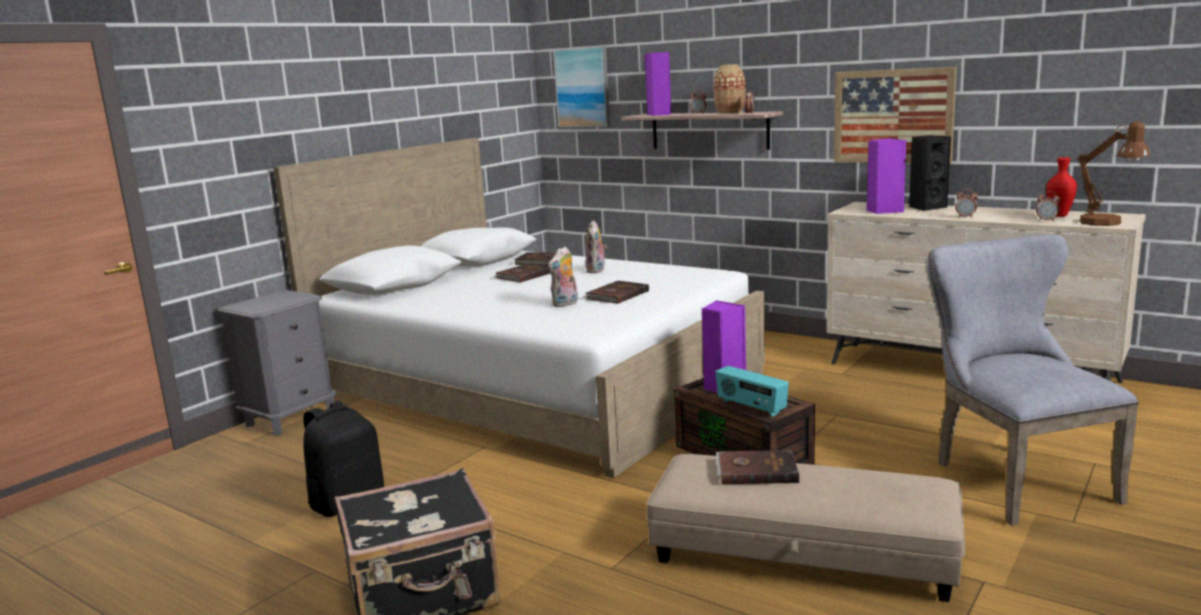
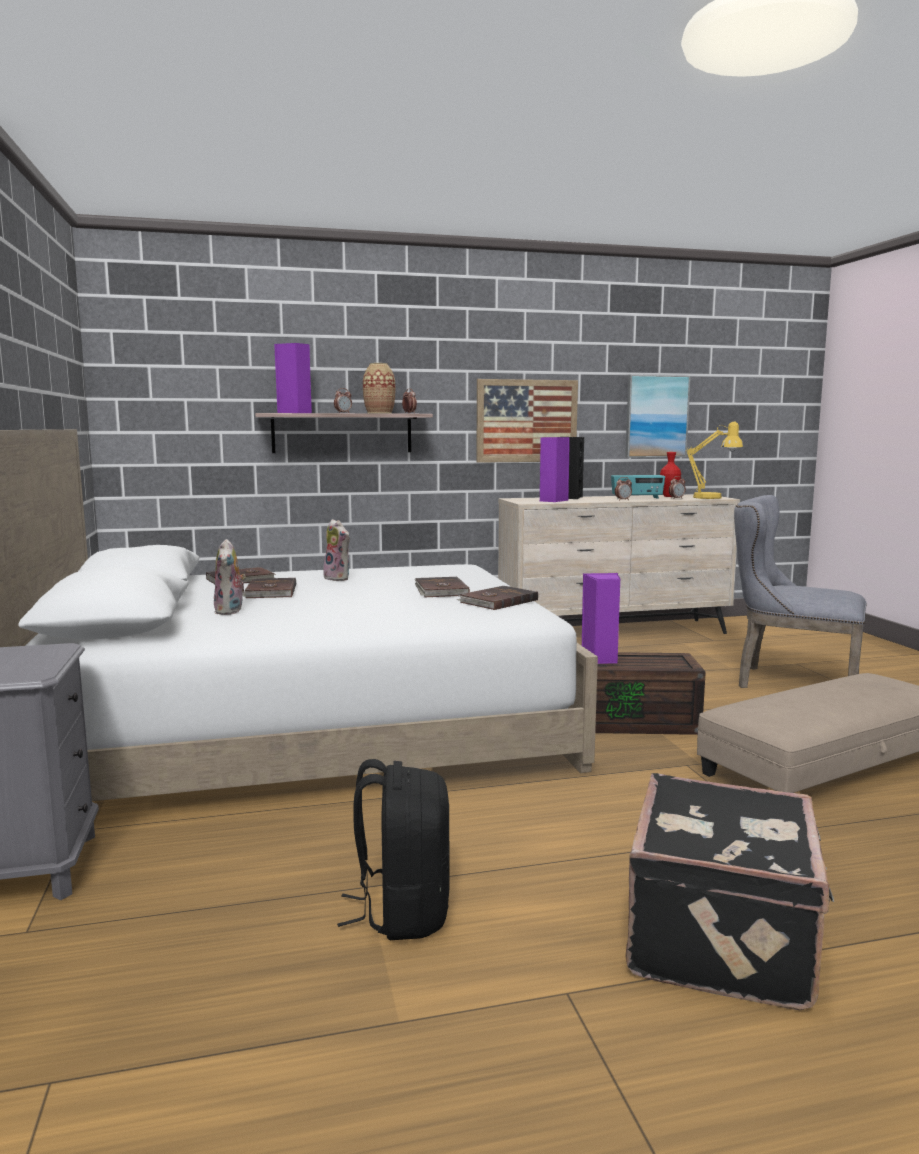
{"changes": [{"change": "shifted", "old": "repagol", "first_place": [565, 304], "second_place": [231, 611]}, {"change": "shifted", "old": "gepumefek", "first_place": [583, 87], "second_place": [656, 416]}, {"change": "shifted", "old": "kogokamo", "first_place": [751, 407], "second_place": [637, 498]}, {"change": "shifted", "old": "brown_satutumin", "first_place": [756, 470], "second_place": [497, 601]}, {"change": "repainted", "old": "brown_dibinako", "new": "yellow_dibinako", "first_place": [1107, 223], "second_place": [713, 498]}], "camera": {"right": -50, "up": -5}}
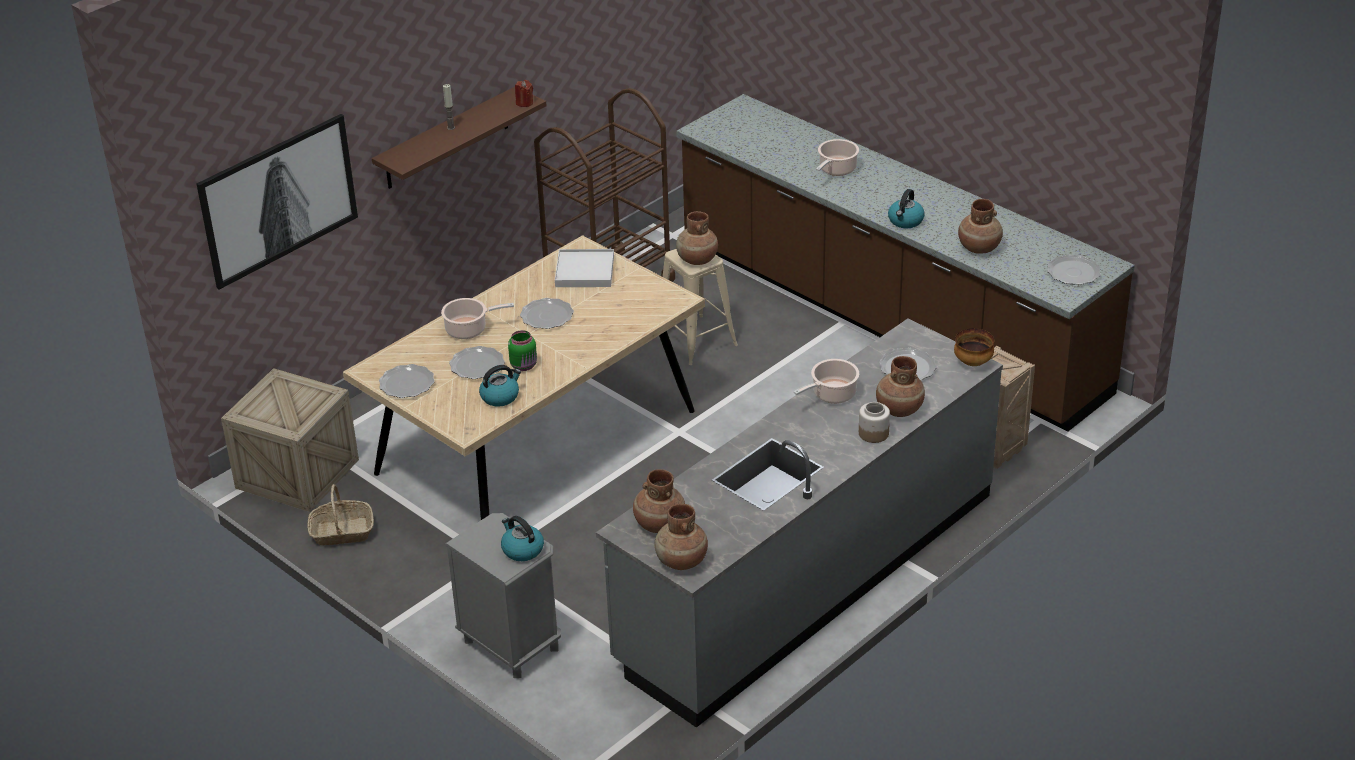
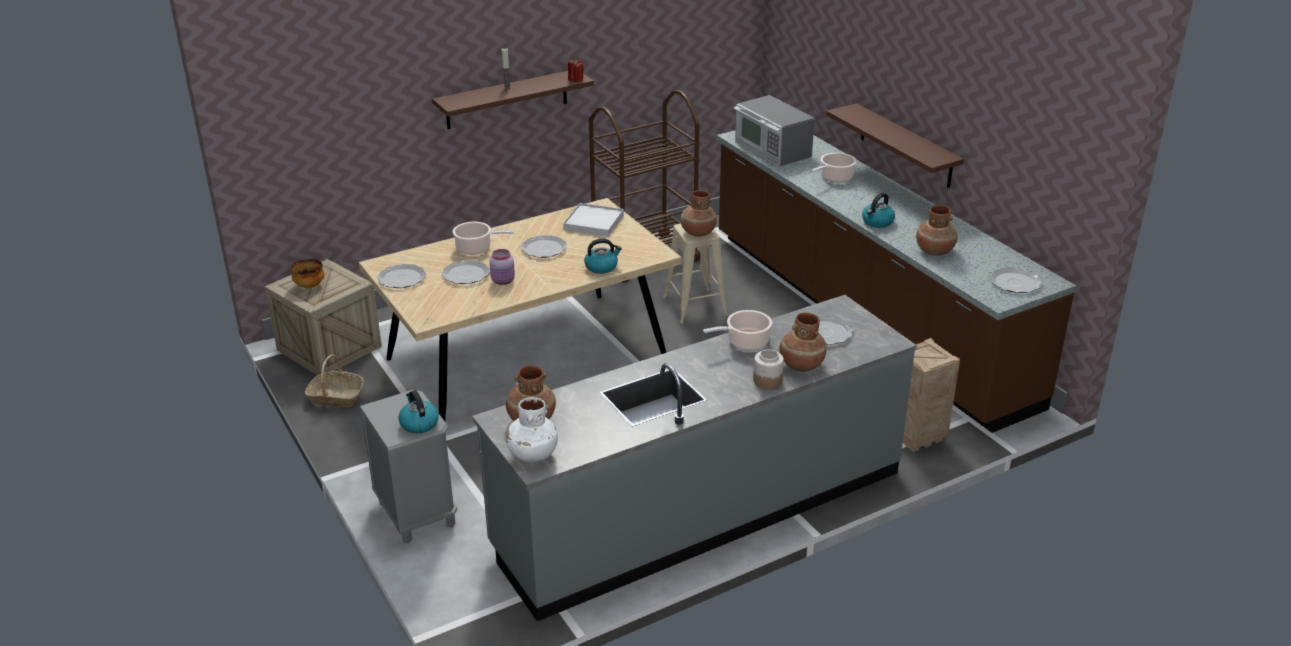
{"changes": [{"change": "gone", "old": "gepumefek", "first_place": [279, 200]}, {"change": "shifted", "old": "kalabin", "first_place": [500, 396], "second_place": [601, 267]}, {"change": "repainted", "old": "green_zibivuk", "new": "pink_zibivuk", "first_place": [524, 366], "second_place": [503, 281]}, {"change": "repainted", "old": "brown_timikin", "new": "white_timikin", "first_place": [681, 561], "second_place": [532, 455]}, {"change": "shifted", "old": "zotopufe", "first_place": [973, 362], "second_place": [310, 286]}, {"change": "new", "new": "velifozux", "second_place": [771, 150]}, {"change": "new", "new": "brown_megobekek", "second_place": [906, 146]}], "camera": {"right": 15, "up": -5}}
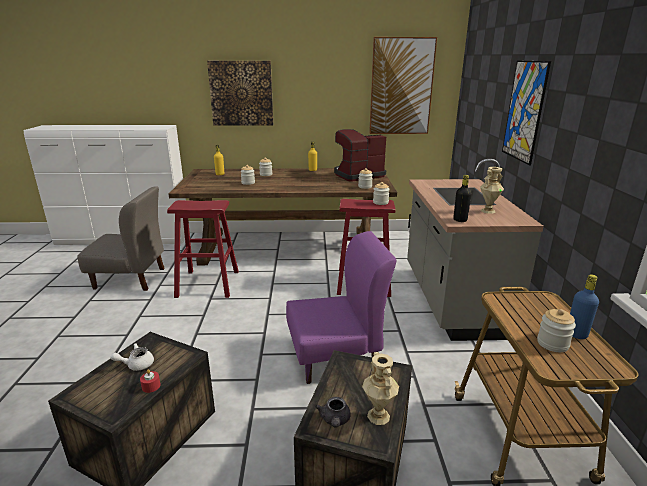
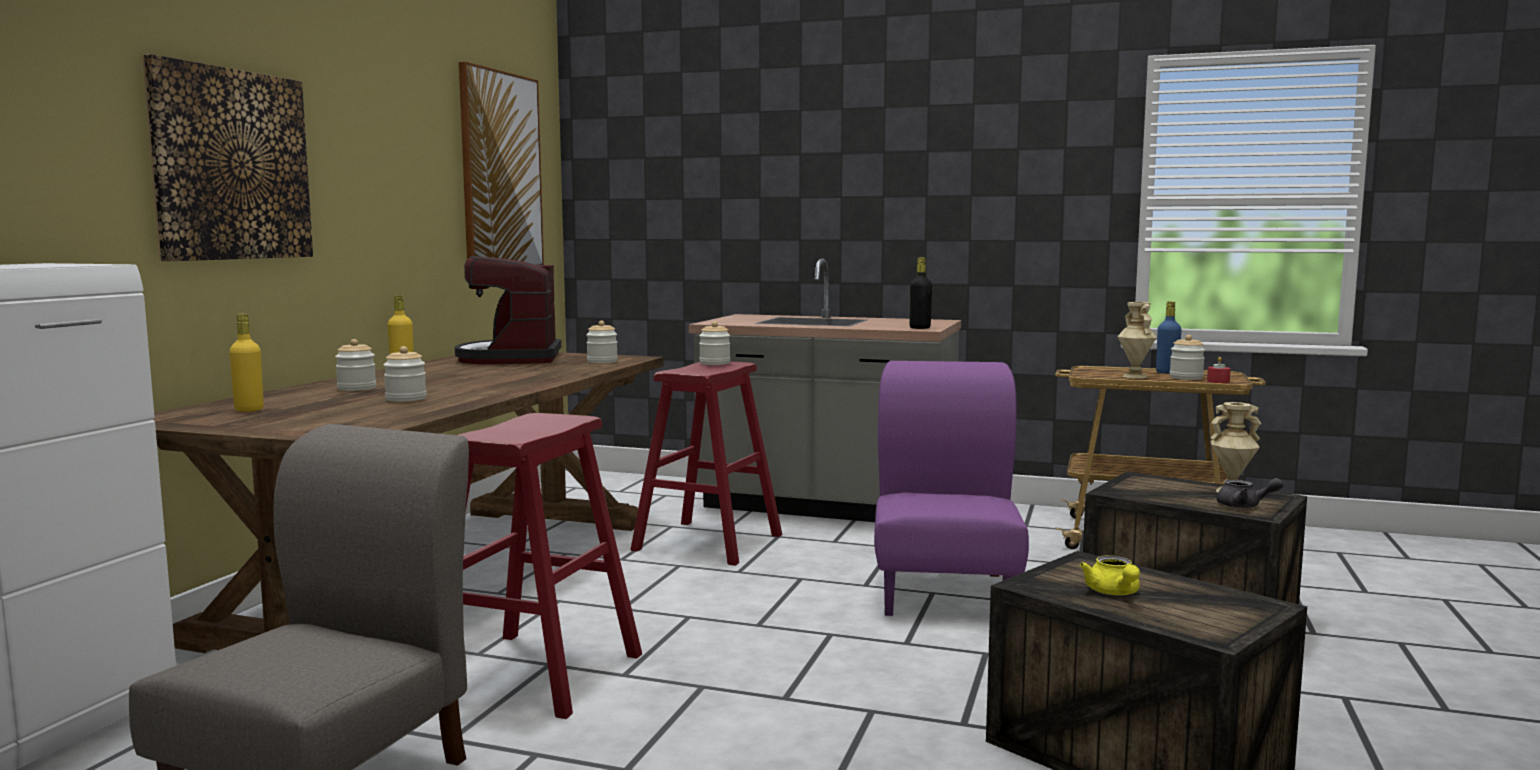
{"changes": [{"change": "repainted", "old": "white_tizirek", "new": "yellow_tizirek", "first_place": [136, 364], "second_place": [1114, 593]}, {"change": "shifted", "old": "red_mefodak", "first_place": [151, 386], "second_place": [1218, 381]}, {"change": "shifted", "old": "beige_timikin", "first_place": [487, 211], "second_place": [1134, 376]}, {"change": "gone", "old": "gepumefek", "first_place": [524, 111]}], "camera": {"right": -70, "up": -15}}
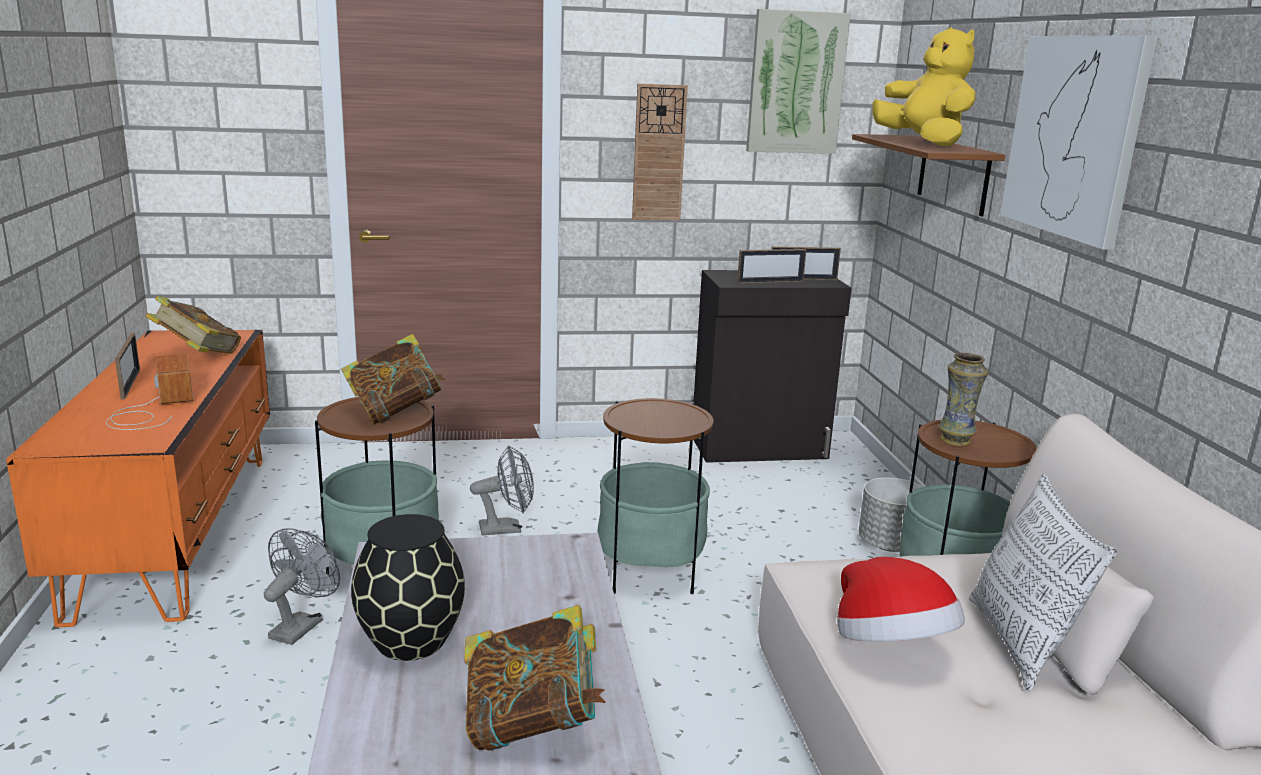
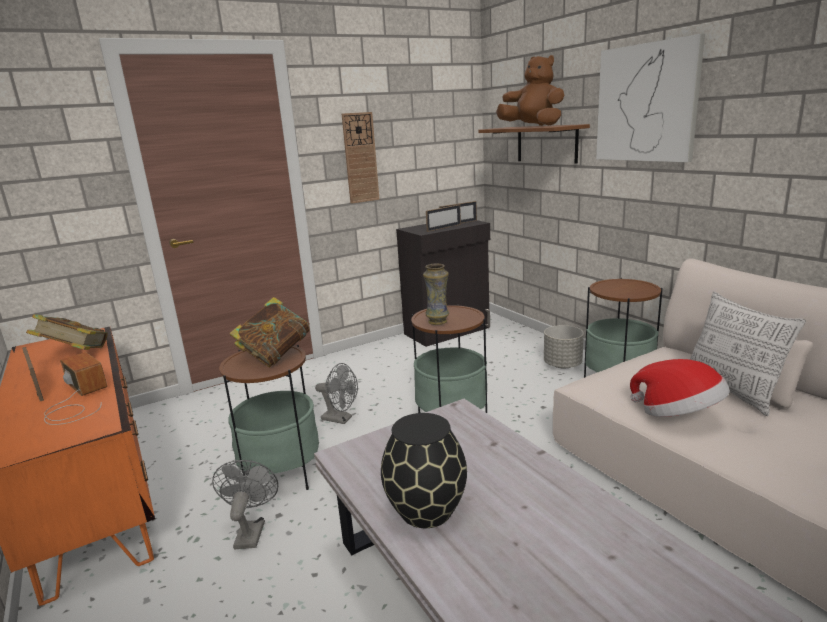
{"changes": [{"change": "gone", "old": "satutumin", "first_place": [532, 724]}, {"change": "rotated", "old": "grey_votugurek", "first_place": [507, 528], "second_place": [341, 419], "degrees": 60}, {"change": "gone", "old": "gepumefek", "first_place": [796, 83]}, {"change": "repainted", "old": "yellow_repagol", "new": "brown_repagol", "first_place": [924, 143], "second_place": [532, 126]}, {"change": "shifted", "old": "timikin", "first_place": [956, 440], "second_place": [438, 321]}], "camera": {"right": -20, "up": 0}}
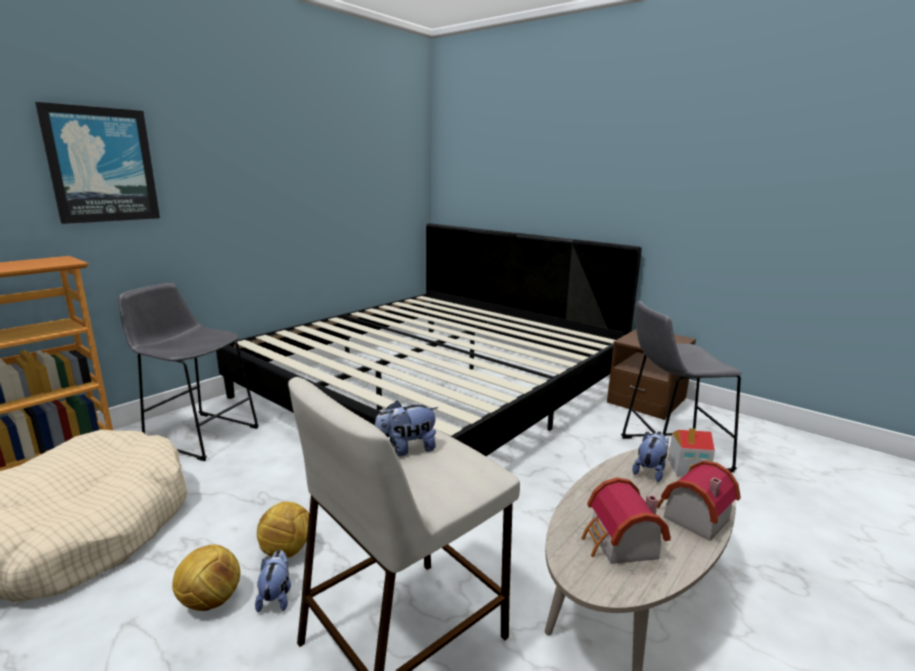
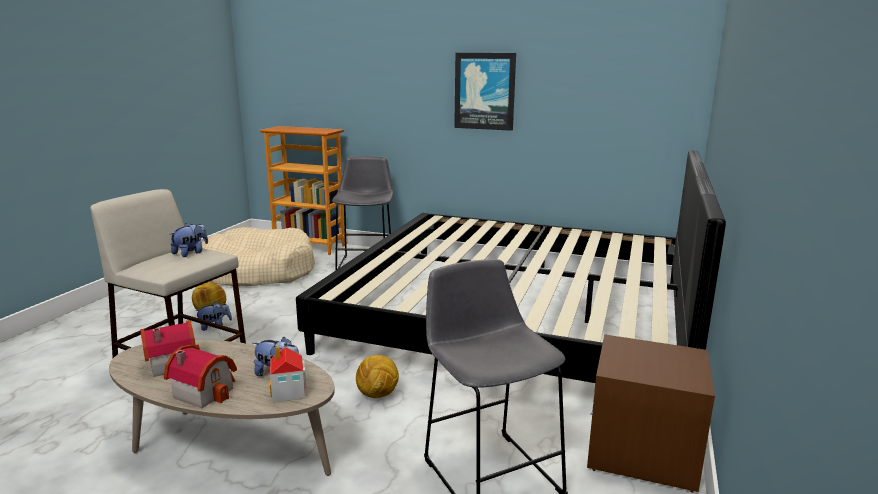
{"changes": [{"change": "shifted", "old": "gepumefek", "first_place": [102, 165], "second_place": [484, 91]}, {"change": "shifted", "old": "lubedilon", "first_place": [287, 550], "second_place": [378, 395]}, {"change": "rotated", "old": "repagol", "first_place": [406, 449], "second_place": [191, 253], "degrees": 75}], "camera": {"right": 70, "up": 0}}
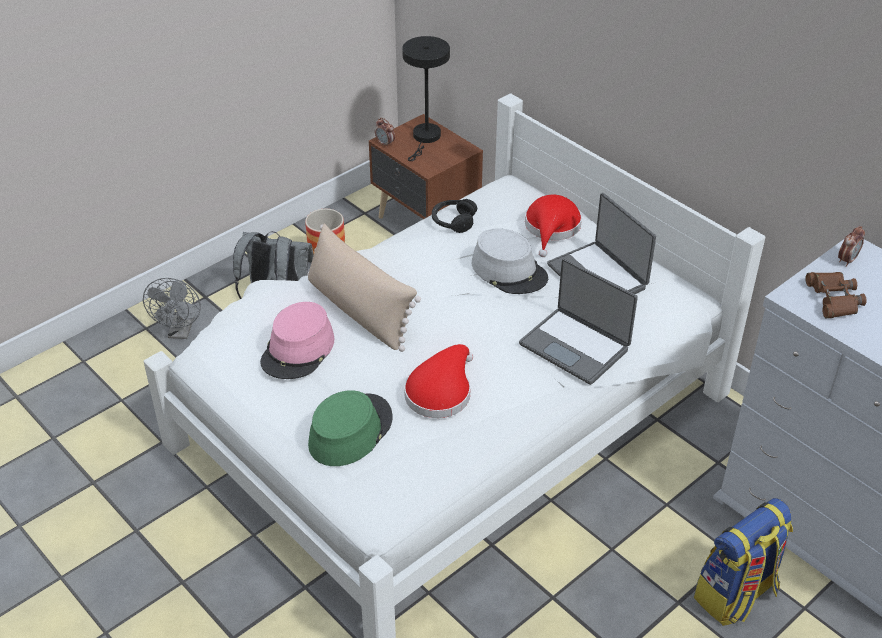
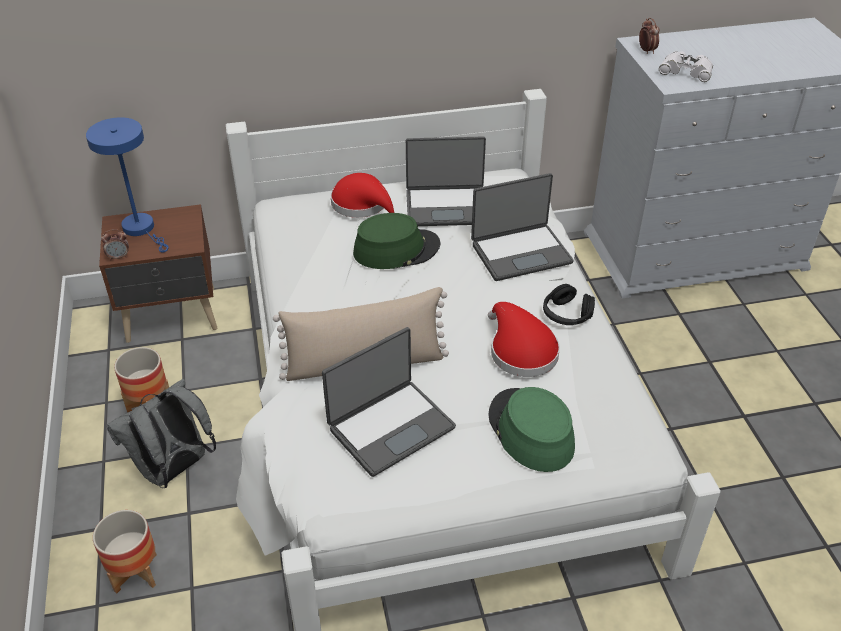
{"changes": [{"change": "swapped", "old": "grey_votugurek", "new": "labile", "first_place": [180, 332], "second_place": [135, 573]}, {"change": "swapped", "old": "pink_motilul", "new": "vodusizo", "first_place": [298, 350], "second_place": [390, 427]}, {"change": "repainted", "old": "black_dibinako", "new": "blue_dibinako", "first_place": [425, 138], "second_place": [142, 229]}, {"change": "shifted", "old": "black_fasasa", "first_place": [453, 221], "second_place": [566, 314]}, {"change": "repainted", "old": "grey_motilul", "new": "green_motilul", "first_place": [509, 271], "second_place": [396, 249]}, {"change": "gone", "old": "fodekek", "first_place": [736, 595]}, {"change": "repainted", "old": "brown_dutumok", "new": "white_dutumok", "first_place": [833, 299], "second_place": [686, 71]}], "camera": {"right": -60, "up": 0}}
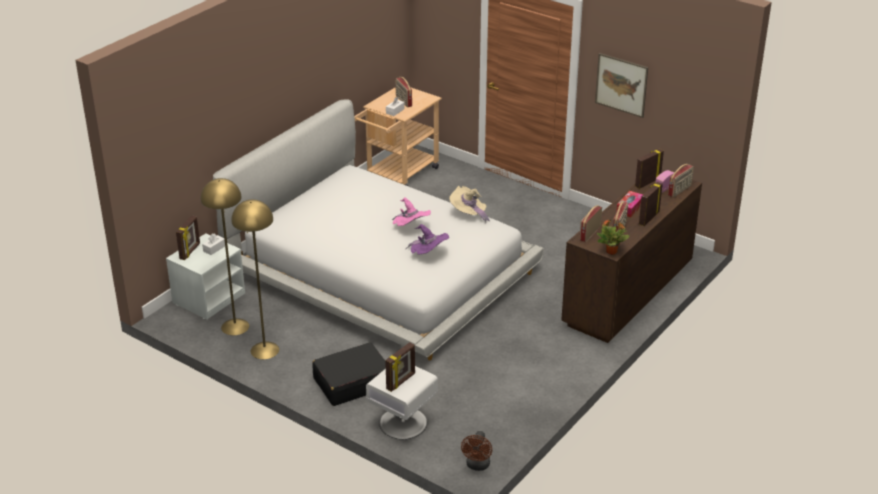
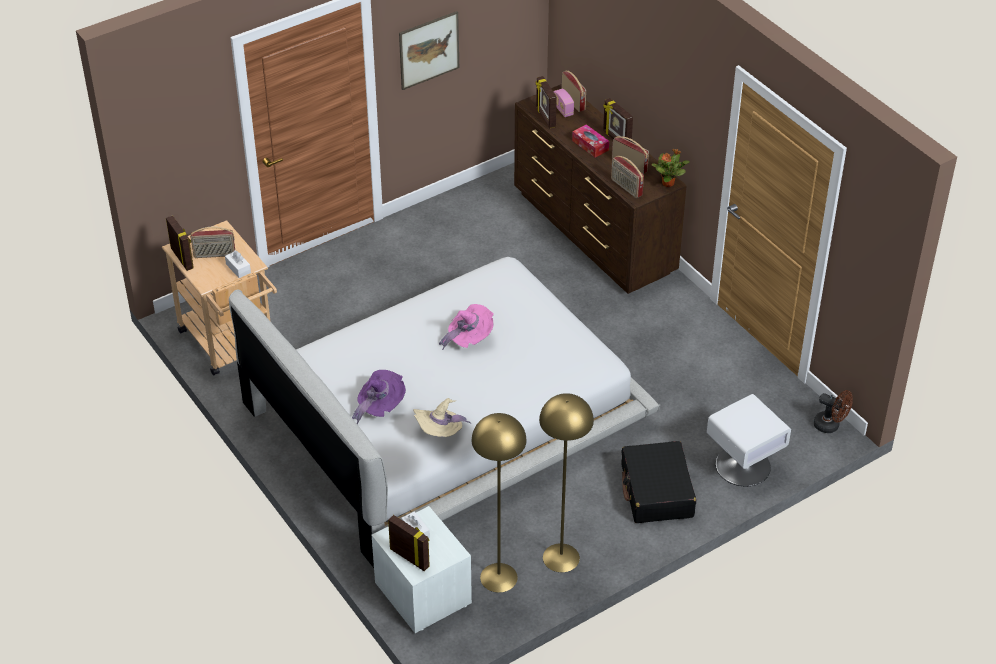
{"changes": [{"change": "shifted", "old": "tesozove", "first_place": [401, 382], "second_place": [182, 258]}, {"change": "shifted", "old": "purple_motilul", "first_place": [428, 254], "second_place": [380, 406]}, {"change": "shifted", "old": "beige_motilul", "first_place": [468, 214], "second_place": [440, 433]}], "camera": {"right": -70, "up": 10}}
